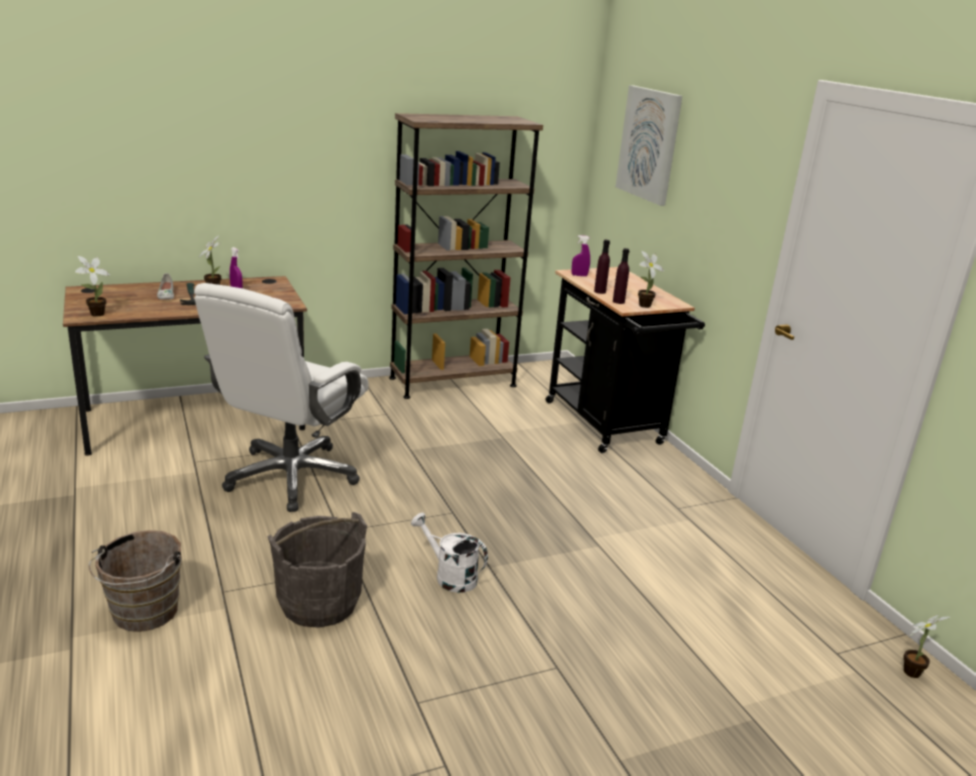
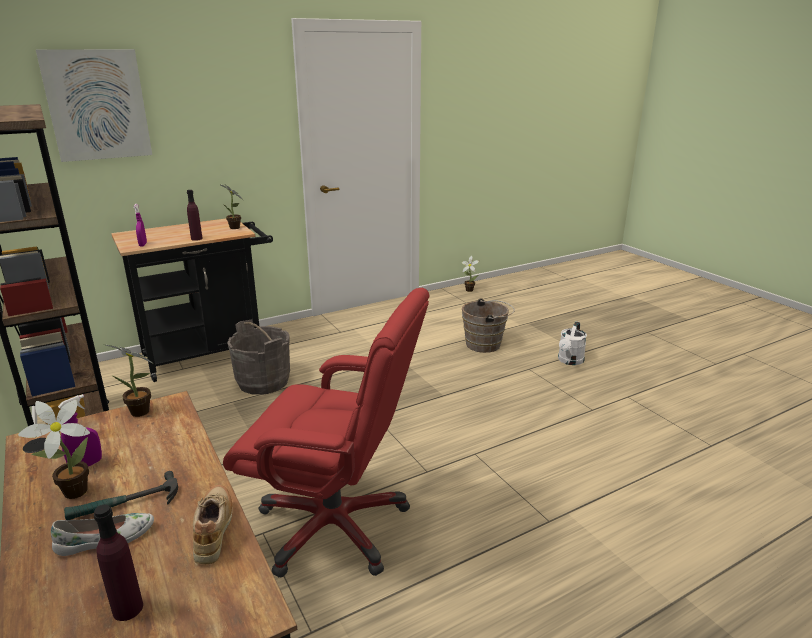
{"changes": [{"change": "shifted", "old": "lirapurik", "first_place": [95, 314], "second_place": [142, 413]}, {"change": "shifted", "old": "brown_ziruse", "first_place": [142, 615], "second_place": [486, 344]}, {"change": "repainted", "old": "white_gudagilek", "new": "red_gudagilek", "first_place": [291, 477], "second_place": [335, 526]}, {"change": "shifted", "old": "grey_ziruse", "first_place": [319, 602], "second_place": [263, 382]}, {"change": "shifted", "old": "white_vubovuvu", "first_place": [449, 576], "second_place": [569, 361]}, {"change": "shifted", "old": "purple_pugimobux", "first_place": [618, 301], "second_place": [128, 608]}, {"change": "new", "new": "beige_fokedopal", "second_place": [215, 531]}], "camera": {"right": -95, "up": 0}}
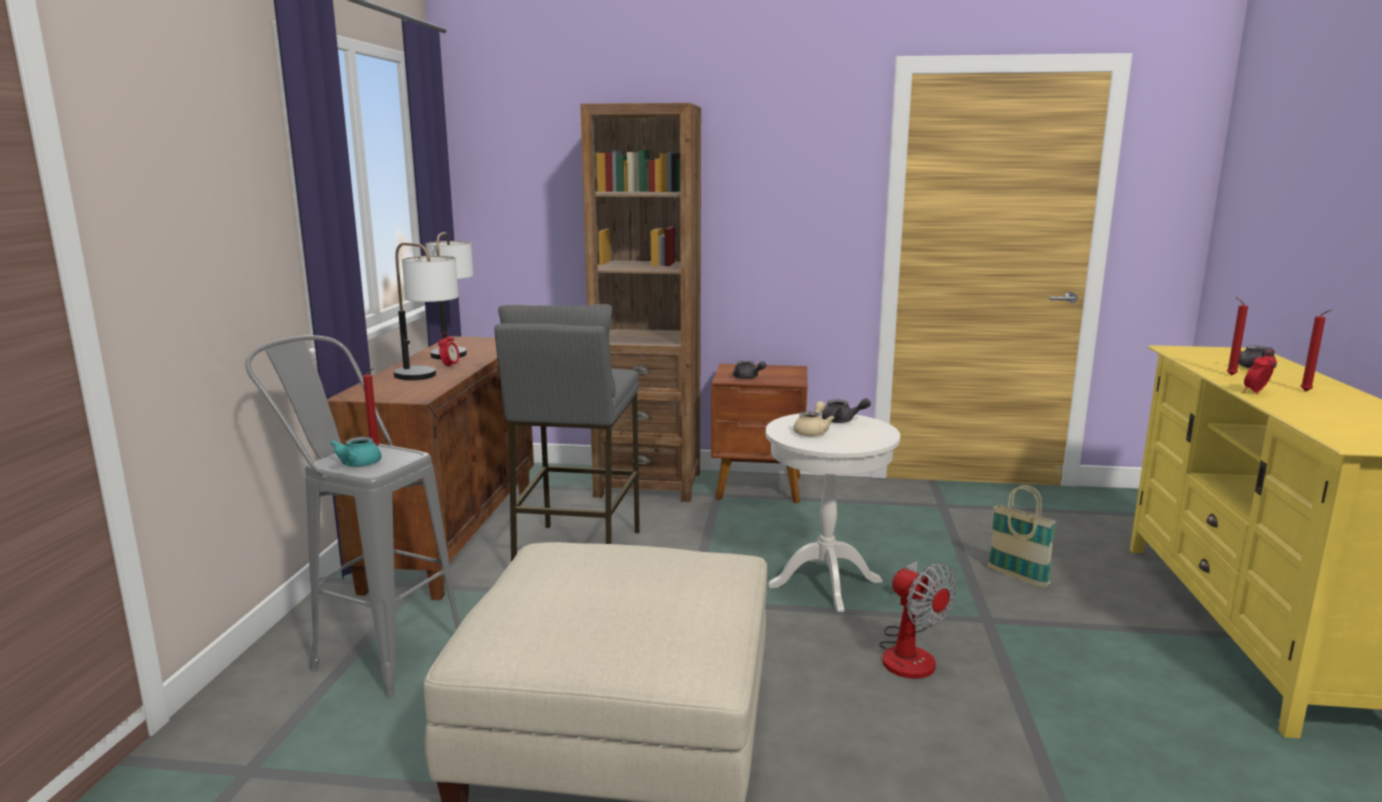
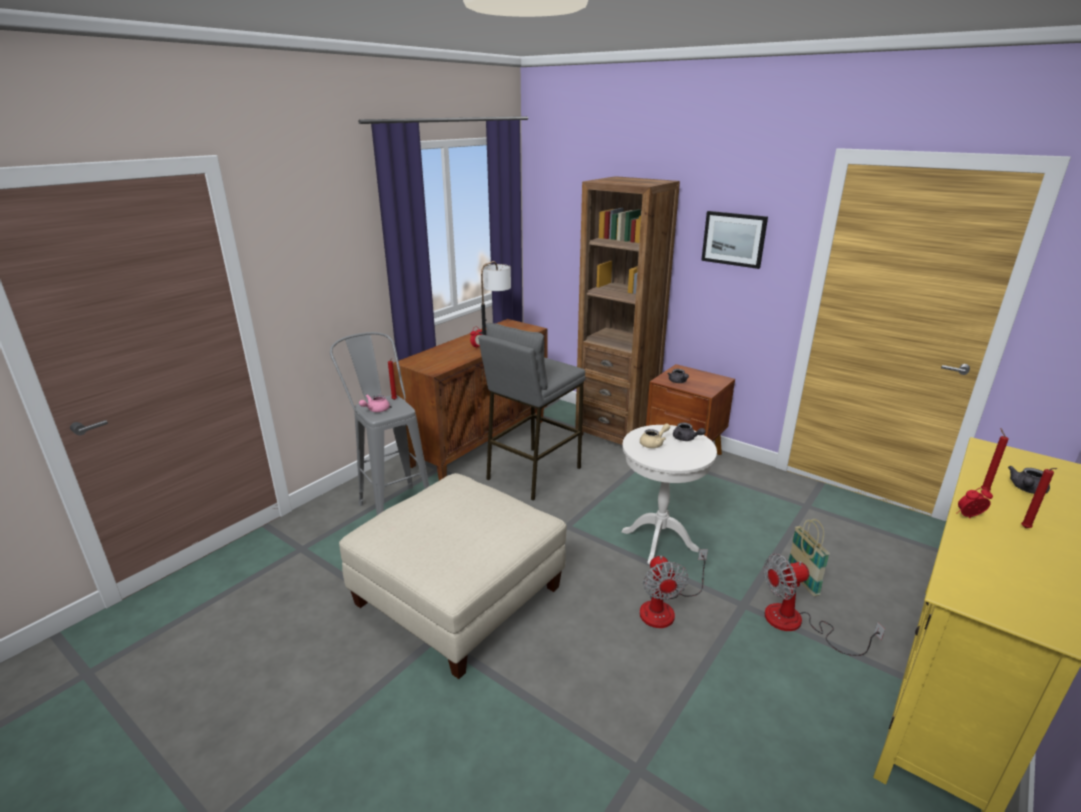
{"changes": [{"change": "repainted", "old": "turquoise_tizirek", "new": "pink_tizirek", "first_place": [356, 465], "second_place": [375, 410]}, {"change": "gone", "old": "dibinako", "first_place": [428, 378]}, {"change": "new", "new": "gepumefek", "second_place": [734, 239]}, {"change": "new", "new": "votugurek", "second_place": [797, 624]}], "camera": {"right": 30, "up": 10}}
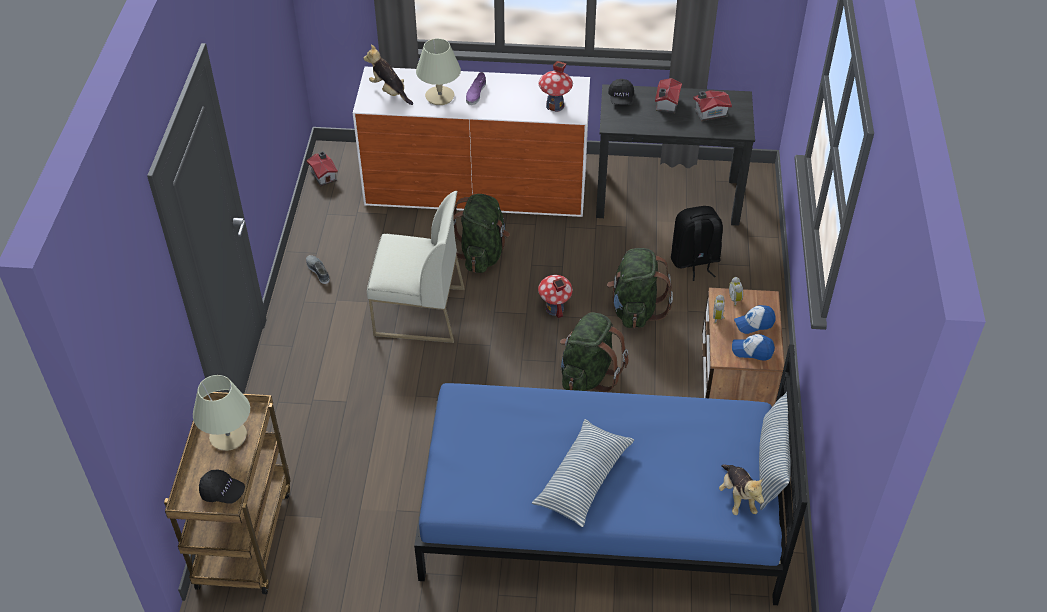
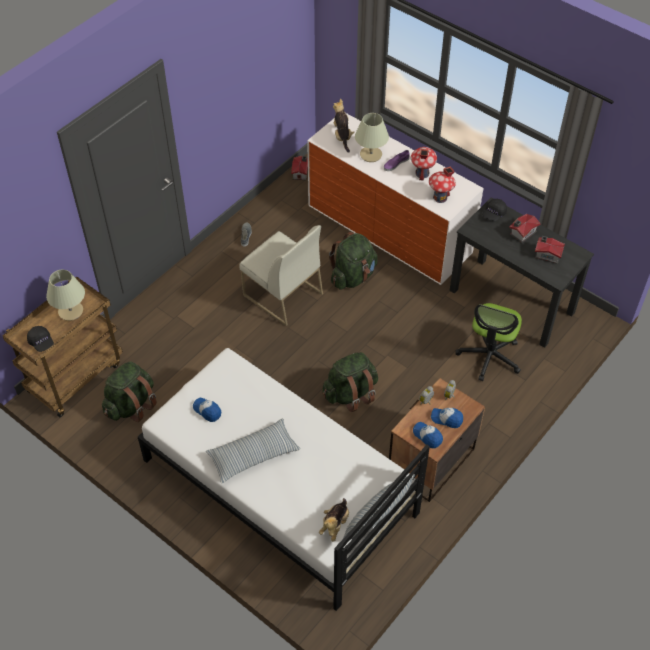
{"changes": [{"change": "repainted", "old": "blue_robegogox", "new": "white_robegogox", "first_place": [600, 515], "second_place": [279, 487]}, {"change": "shifted", "old": "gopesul", "first_place": [554, 309], "second_place": [422, 173]}, {"change": "shifted", "old": "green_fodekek", "first_place": [635, 309], "second_place": [131, 405]}, {"change": "swapped", "old": "black_fodekek", "new": "gudagilek", "first_place": [694, 261], "second_place": [489, 356]}, {"change": "new", "new": "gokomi", "second_place": [207, 411]}], "camera": {"right": 35, "up": 5}}
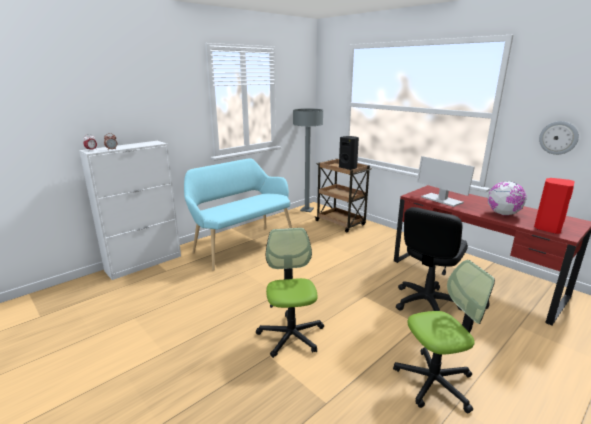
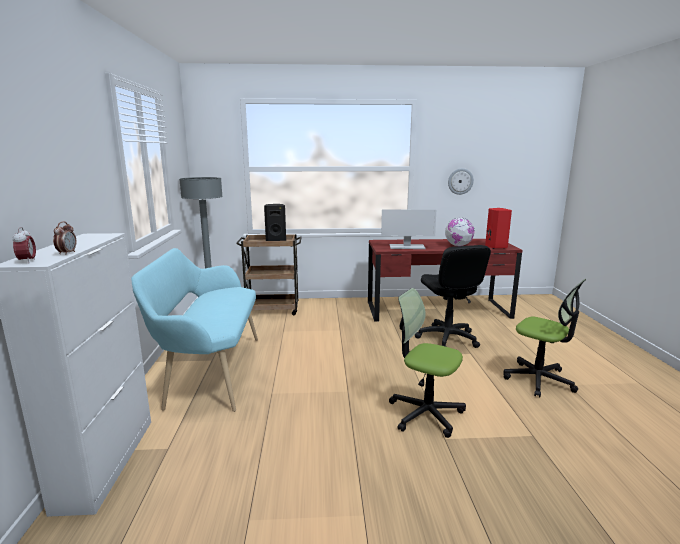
{"changes": [{"change": "rotated", "old": "gudagilek", "first_place": [434, 381], "second_place": [539, 380], "degrees": 105}], "camera": {"right": -50, "up": -5}}
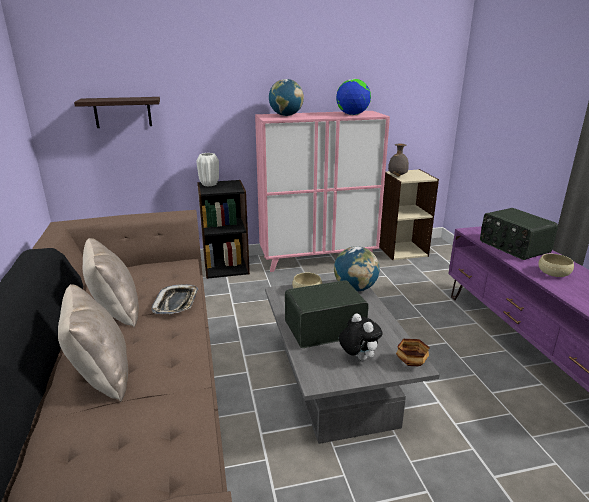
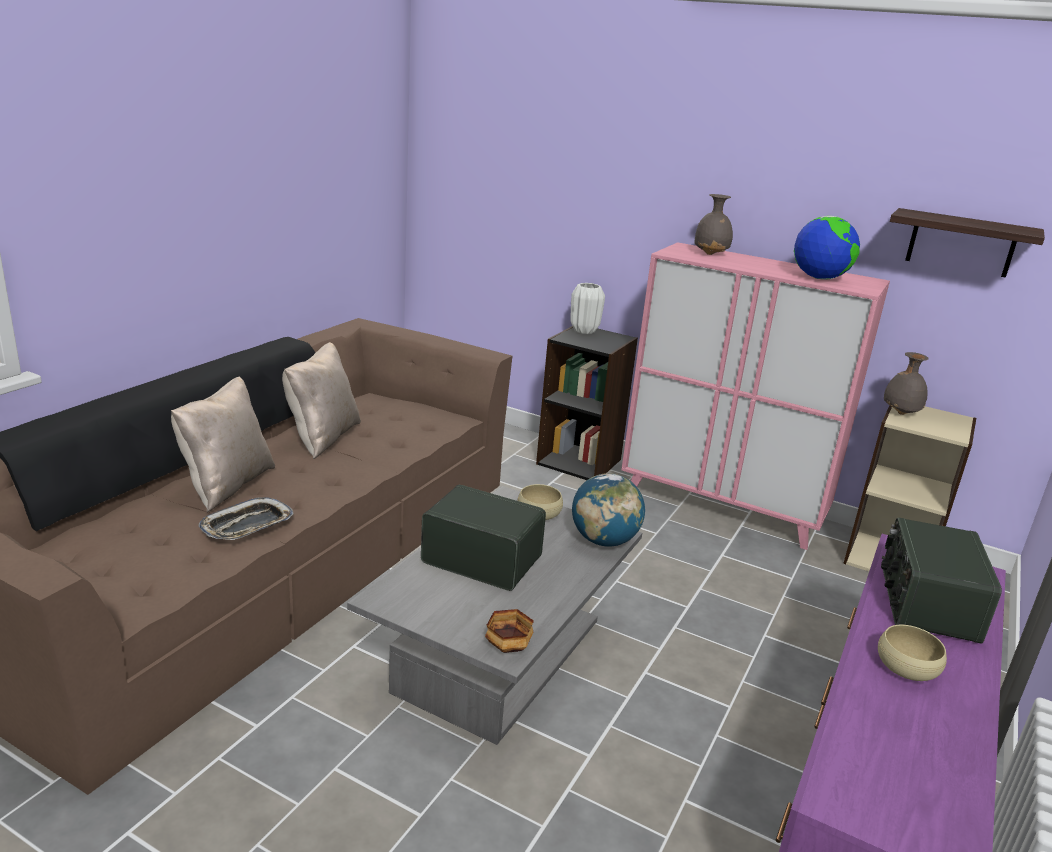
{"changes": [{"change": "shifted", "old": "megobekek", "first_place": [122, 112], "second_place": [961, 243]}, {"change": "shifted", "old": "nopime", "first_place": [176, 303], "second_place": [247, 526]}, {"change": "swapped", "old": "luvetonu", "new": "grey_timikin", "first_place": [286, 115], "second_place": [711, 254]}, {"change": "gone", "old": "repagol", "first_place": [358, 358]}], "camera": {"right": 40, "up": 0}}
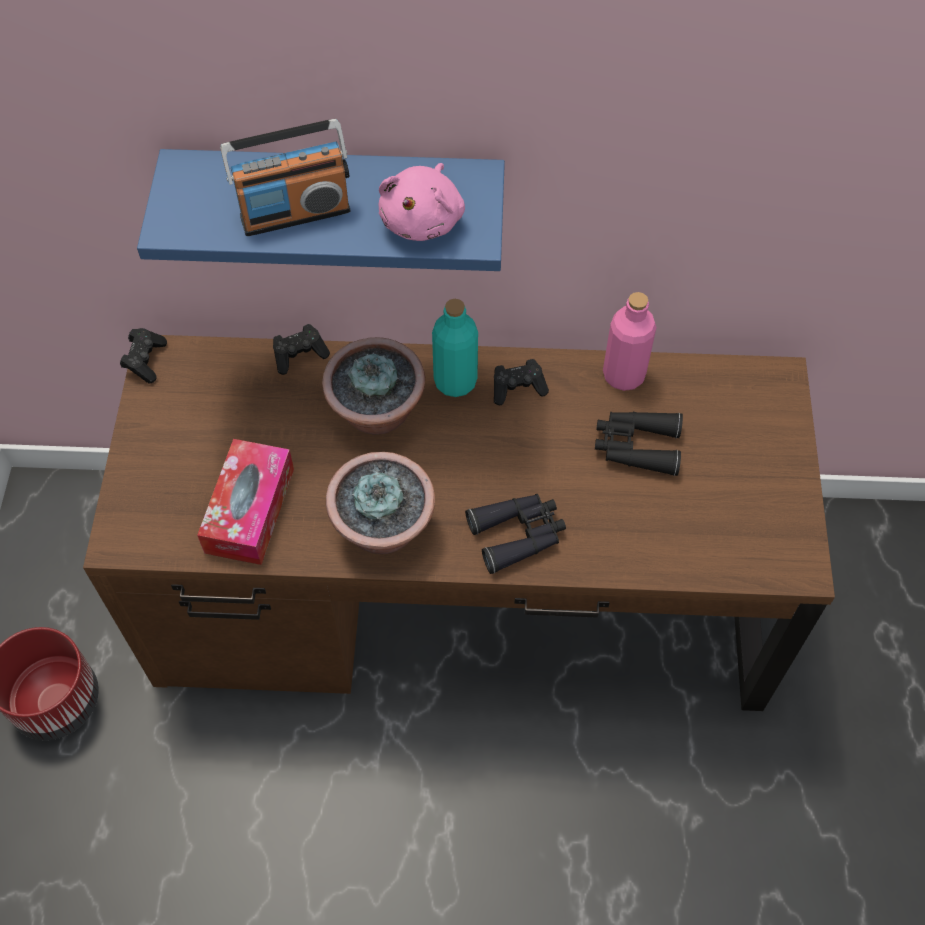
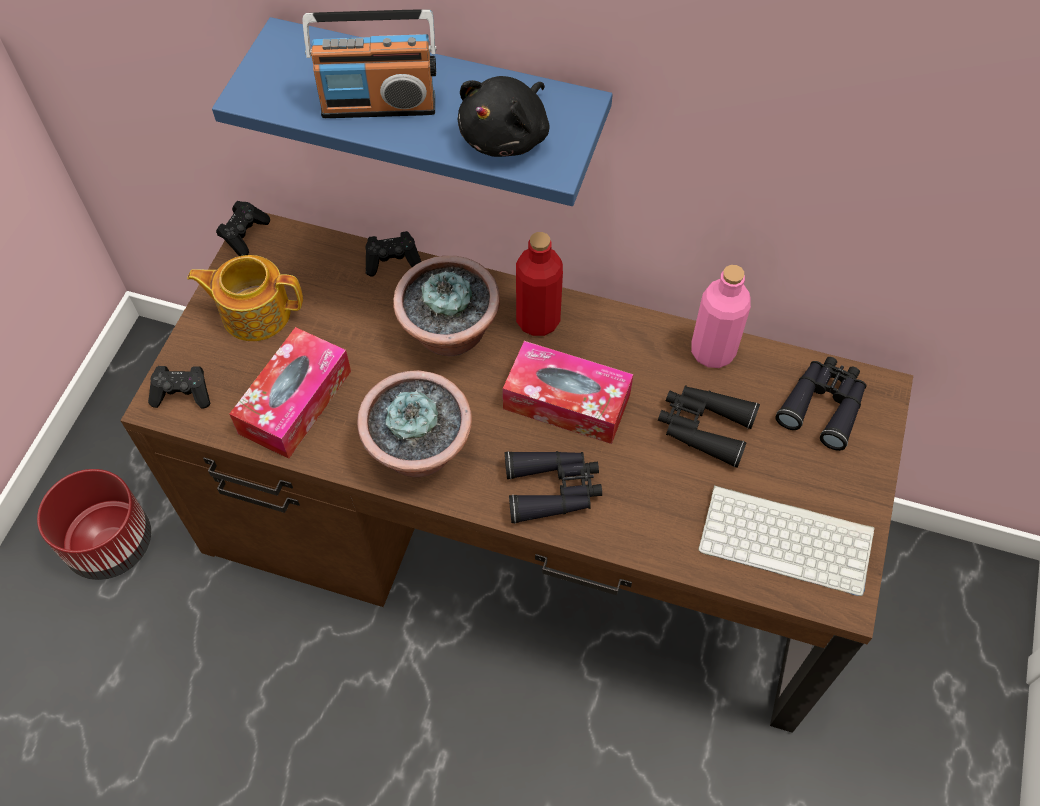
{"changes": [{"change": "repainted", "old": "pink_repagol", "new": "black_repagol", "first_place": [423, 219], "second_place": [507, 137]}, {"change": "repainted", "old": "turquoise_pugimobux", "new": "red_pugimobux", "first_place": [455, 381], "second_place": [538, 320]}, {"change": "shifted", "old": "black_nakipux", "first_place": [518, 388], "second_place": [183, 394]}, {"change": "new", "new": "tizirek", "second_place": [255, 312]}, {"change": "new", "new": "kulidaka", "second_place": [566, 402]}, {"change": "new", "new": "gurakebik", "second_place": [788, 538]}, {"change": "new", "new": "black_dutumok", "second_place": [823, 405]}], "camera": {"right": 15, "up": 0}}
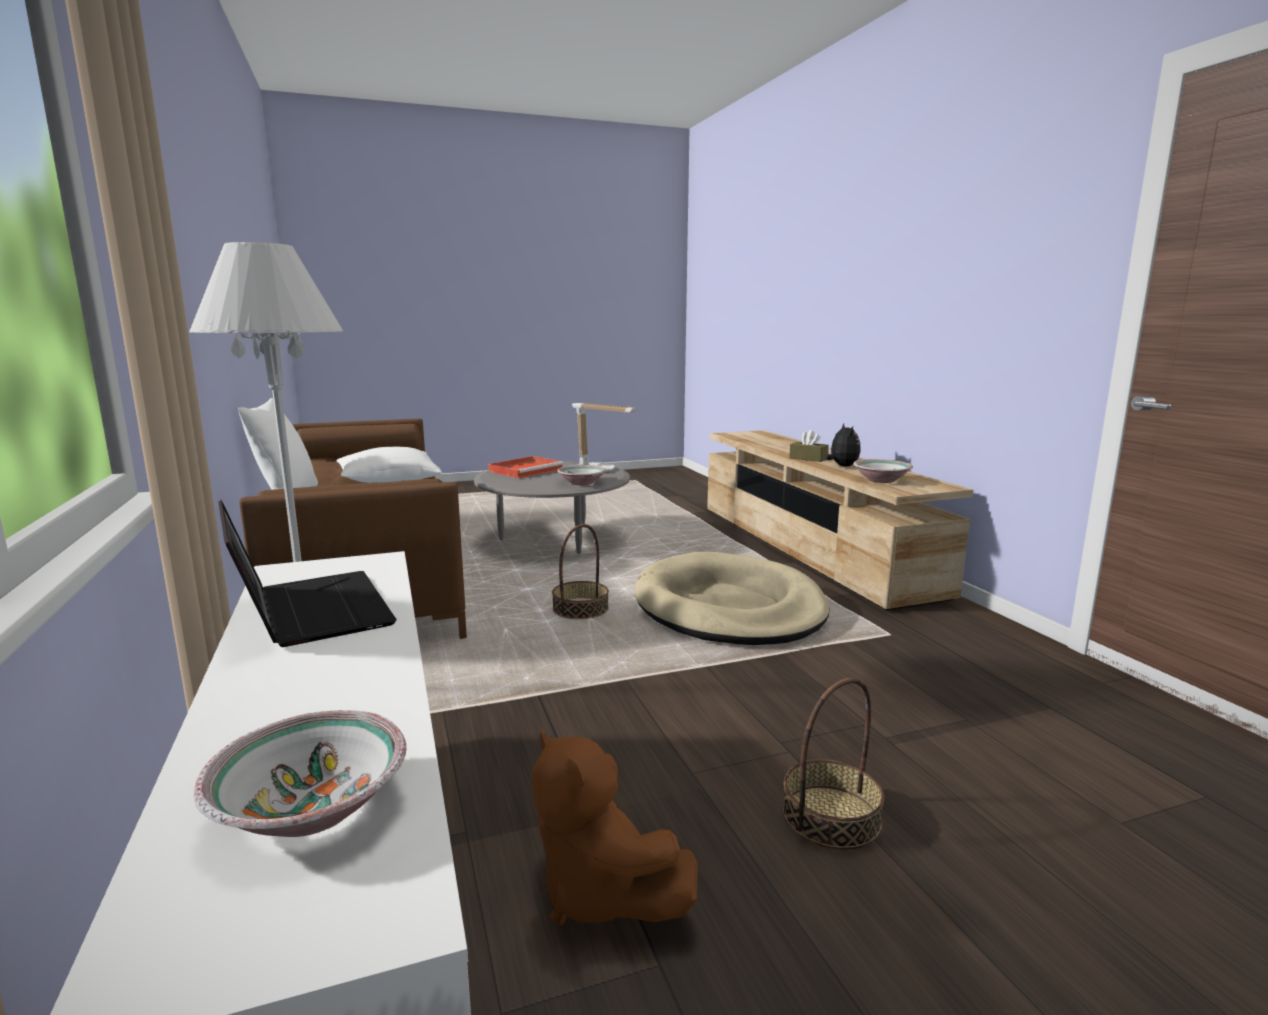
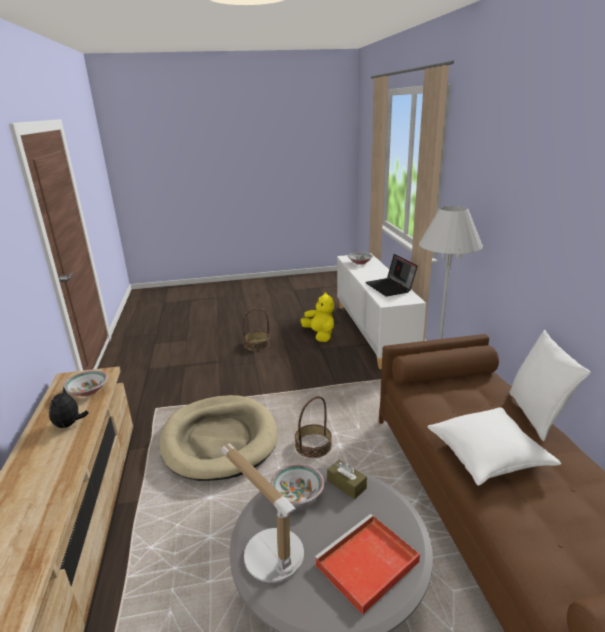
{"changes": [{"change": "repainted", "old": "brown_repagol", "new": "yellow_repagol", "first_place": [600, 893], "second_place": [320, 335]}, {"change": "shifted", "old": "brown_kulidaka", "first_place": [808, 458], "second_place": [346, 484]}], "camera": {"right": -170, "up": 10}}
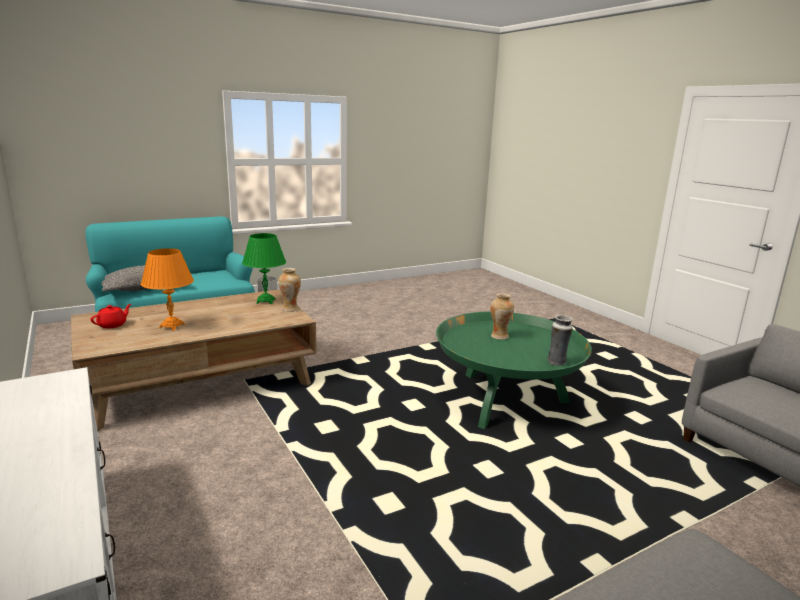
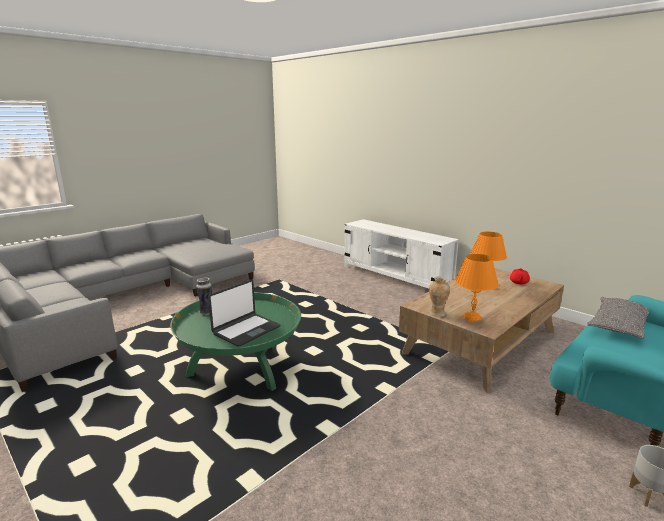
{"changes": [{"change": "repainted", "old": "green_dibinako", "new": "orange_dibinako", "first_place": [266, 301], "second_place": [472, 319]}, {"change": "swapped", "old": "timikin", "new": "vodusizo", "first_place": [499, 336], "second_place": [246, 330]}], "camera": {"right": 165, "up": 0}}
